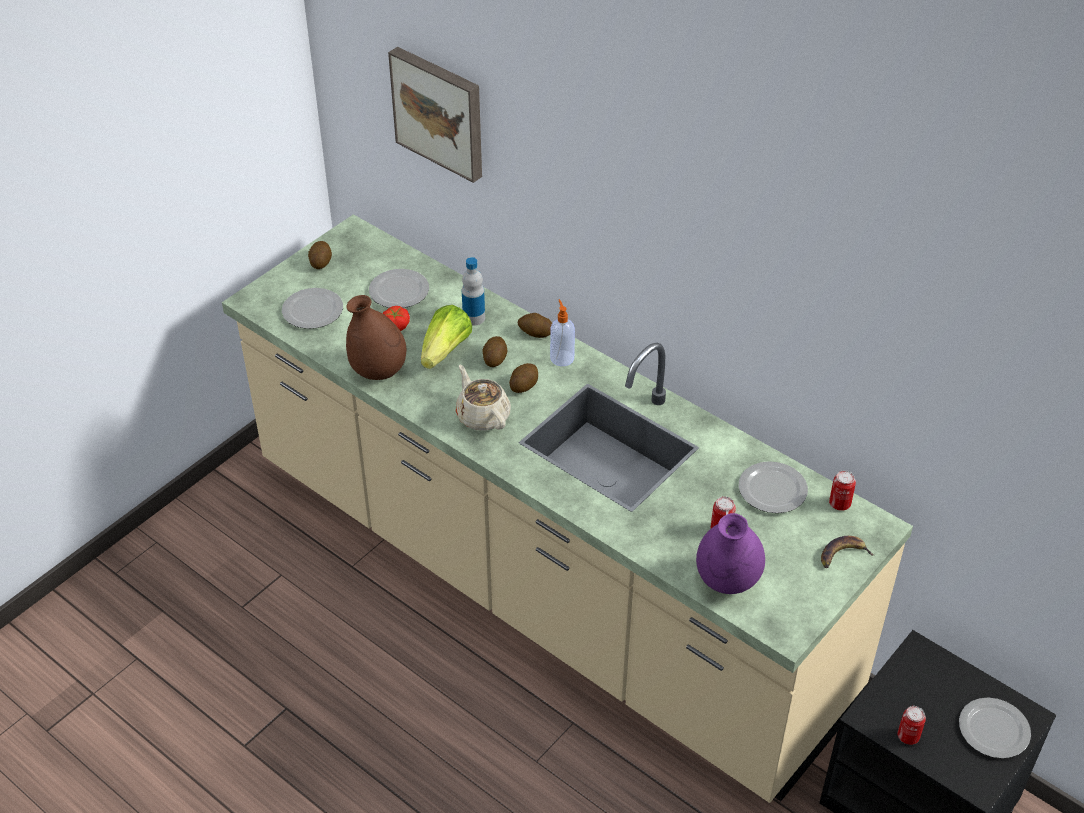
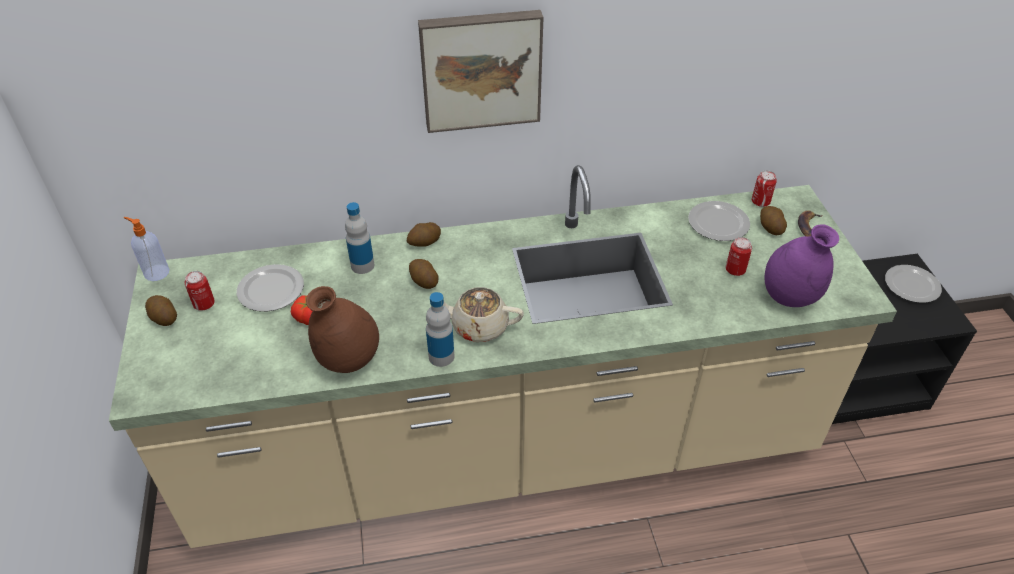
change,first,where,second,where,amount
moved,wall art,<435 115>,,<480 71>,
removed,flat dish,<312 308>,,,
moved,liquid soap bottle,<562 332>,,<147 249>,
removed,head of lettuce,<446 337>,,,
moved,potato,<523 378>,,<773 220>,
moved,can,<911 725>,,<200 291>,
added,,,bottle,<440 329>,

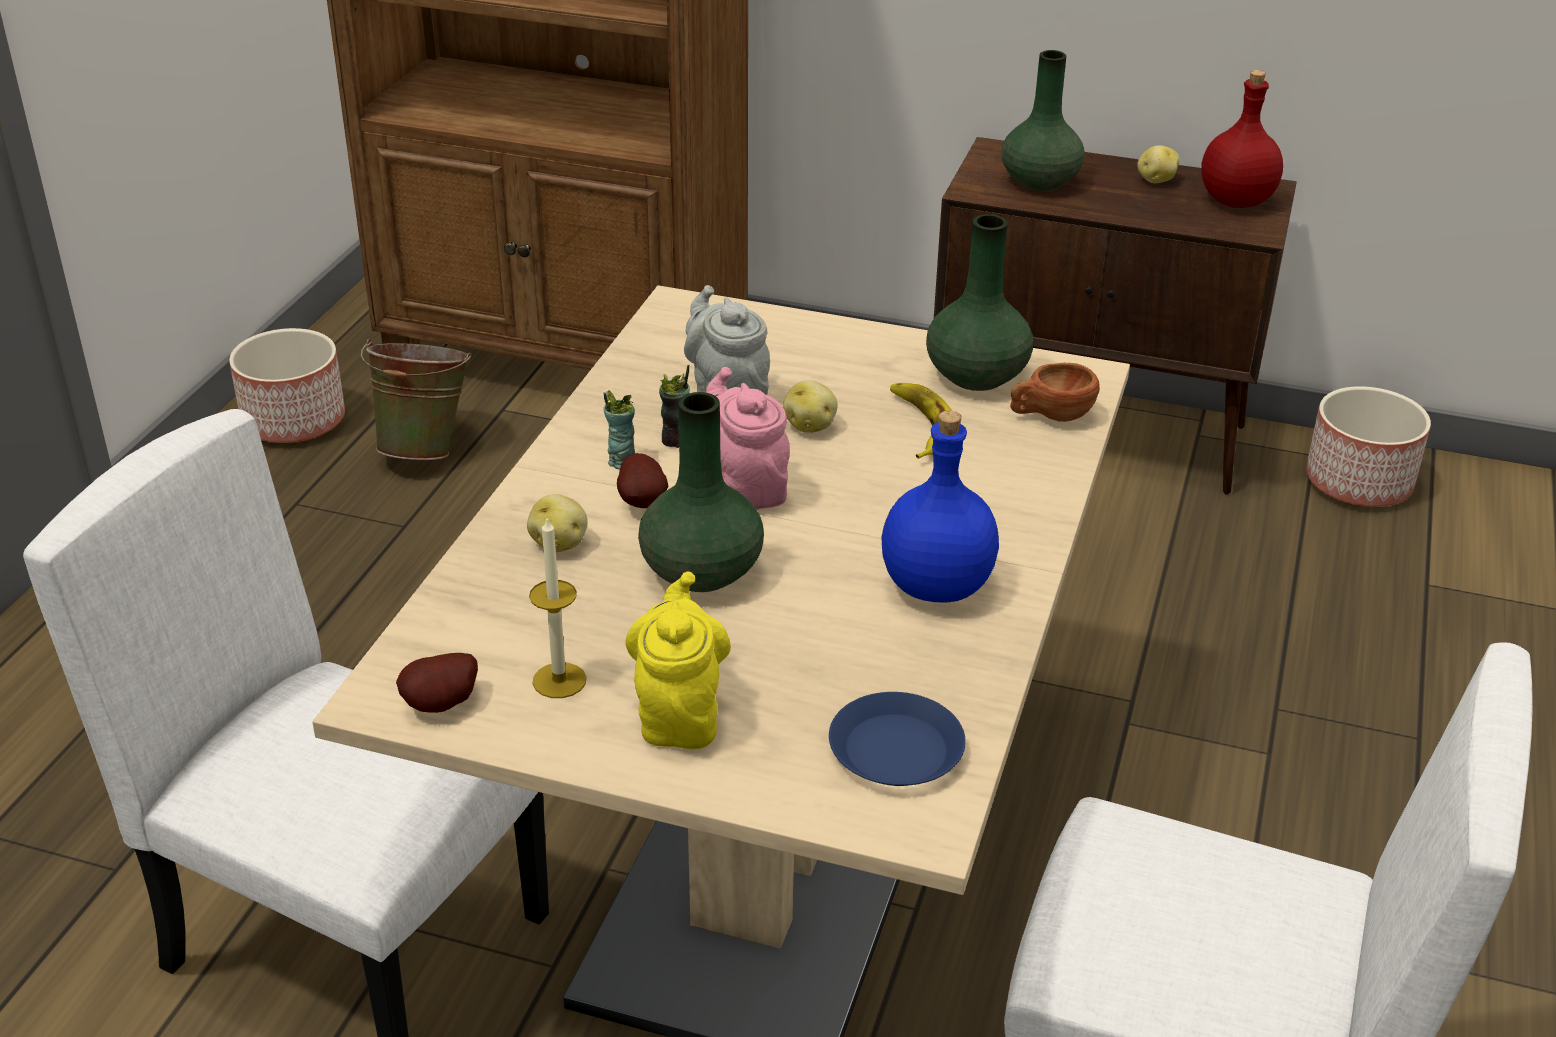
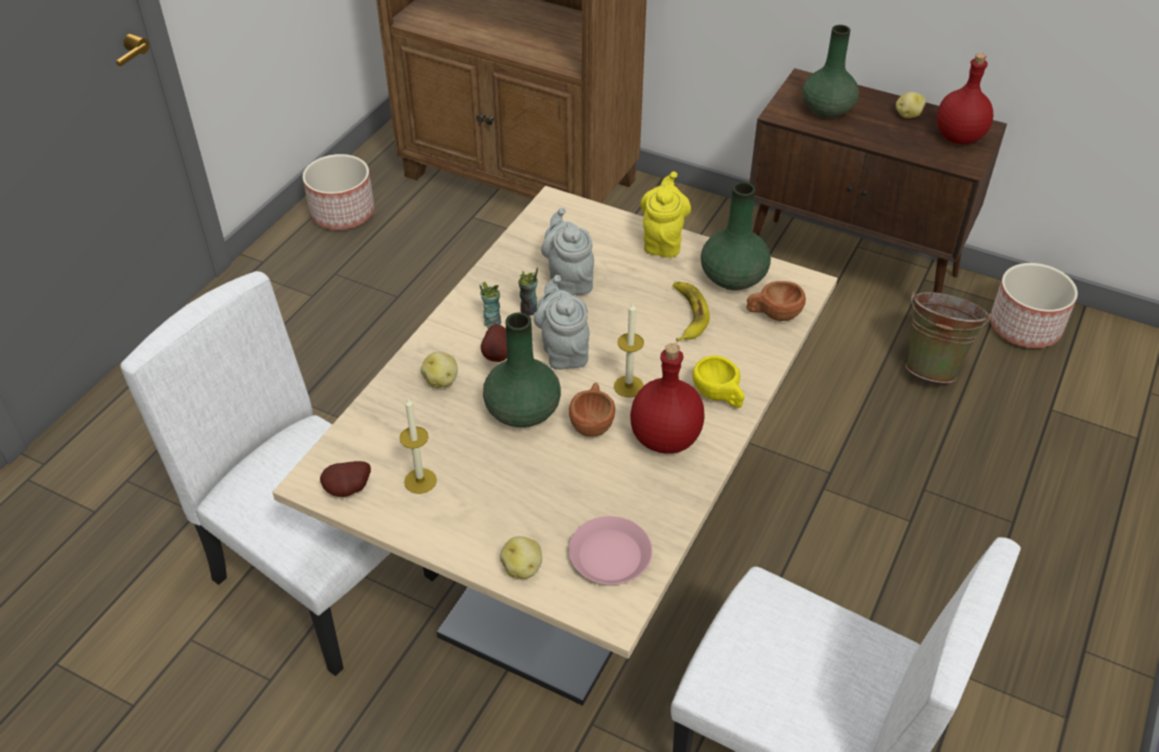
change,first,where,second,where,amount
moved,green-coloured bucket,<416 399>,,<949 337>,
recoloured,pink-coloured tea pot,<748 438>,greyish tea pot,<562 322>,
moved,potato,<810 406>,,<521 557>,
recoloured,blue-coloured bottle,<940 506>,red-coloured bottle,<667 398>,
moved,yellow tea pot,<678 660>,,<665 214>,
recoloured,blue-coloured flat dish,<897 739>,pink-coloured flat dish,<610 550>,
added,,,wax candle,<629 350>,
added,,,yellow cup,<718 381>,
added,,,brown cup,<592 409>,

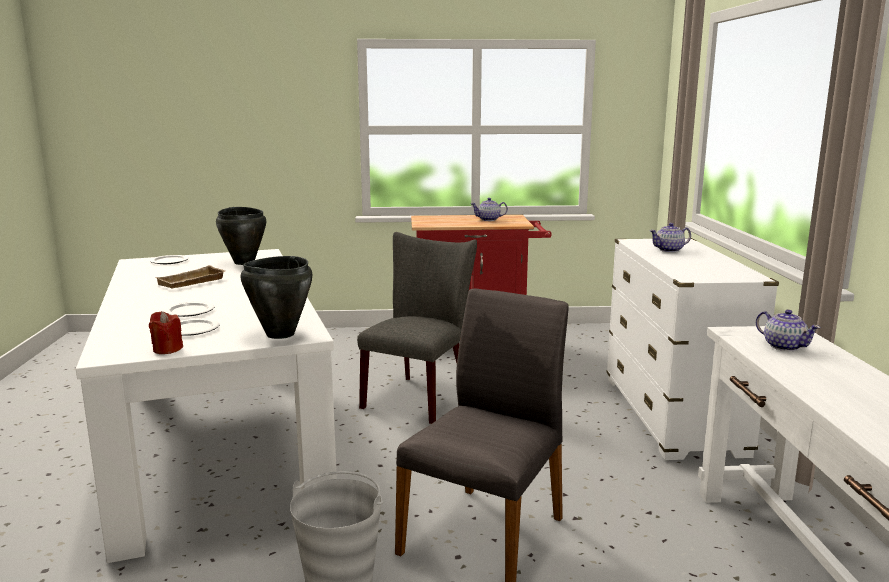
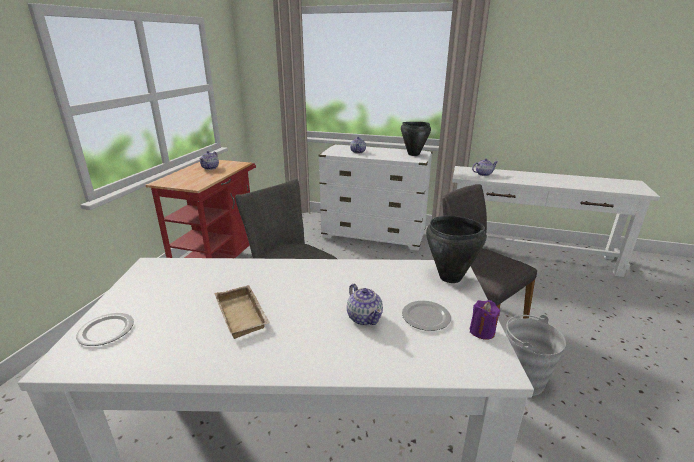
change,first,where,second,where,amount
moved,black stockpot,<241 236>,,<416 139>,
replaced,flat dish,<189 309>,tea pot,<365 305>,
recoloured,red-coloured wax candle,<166 332>,purple wax candle,<485 320>,

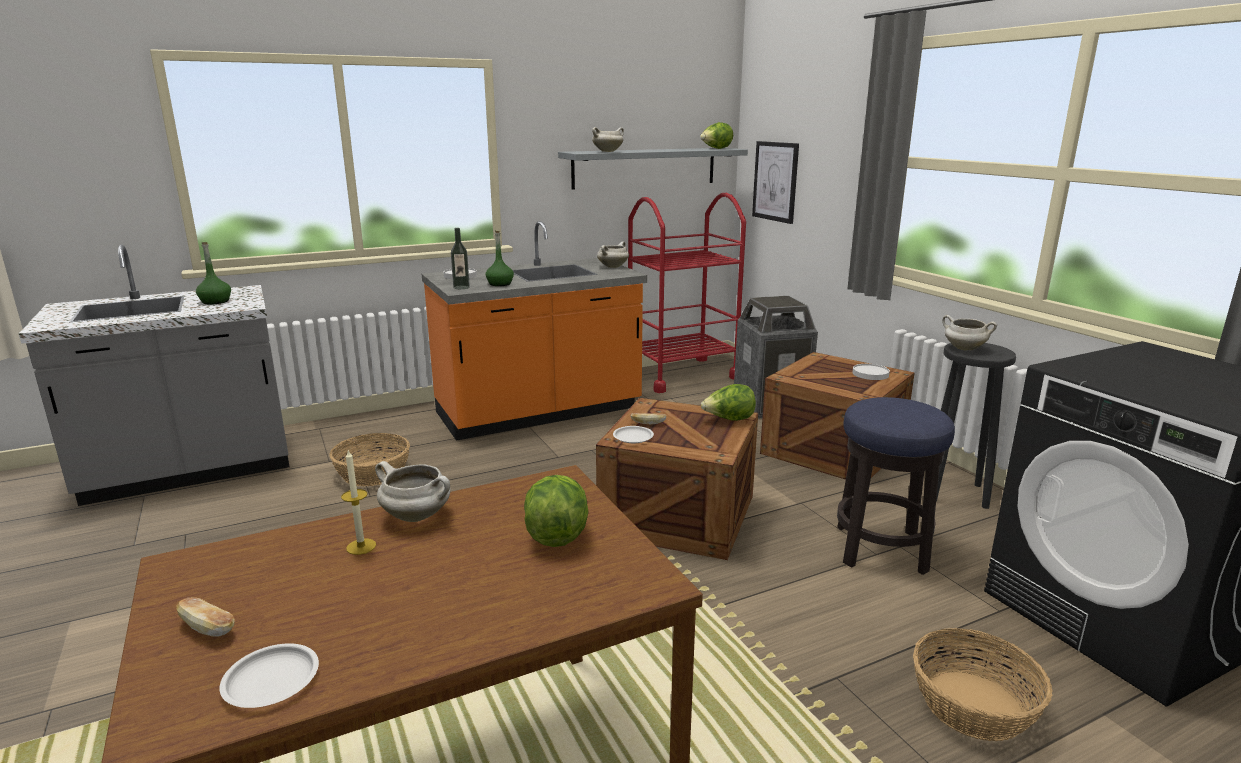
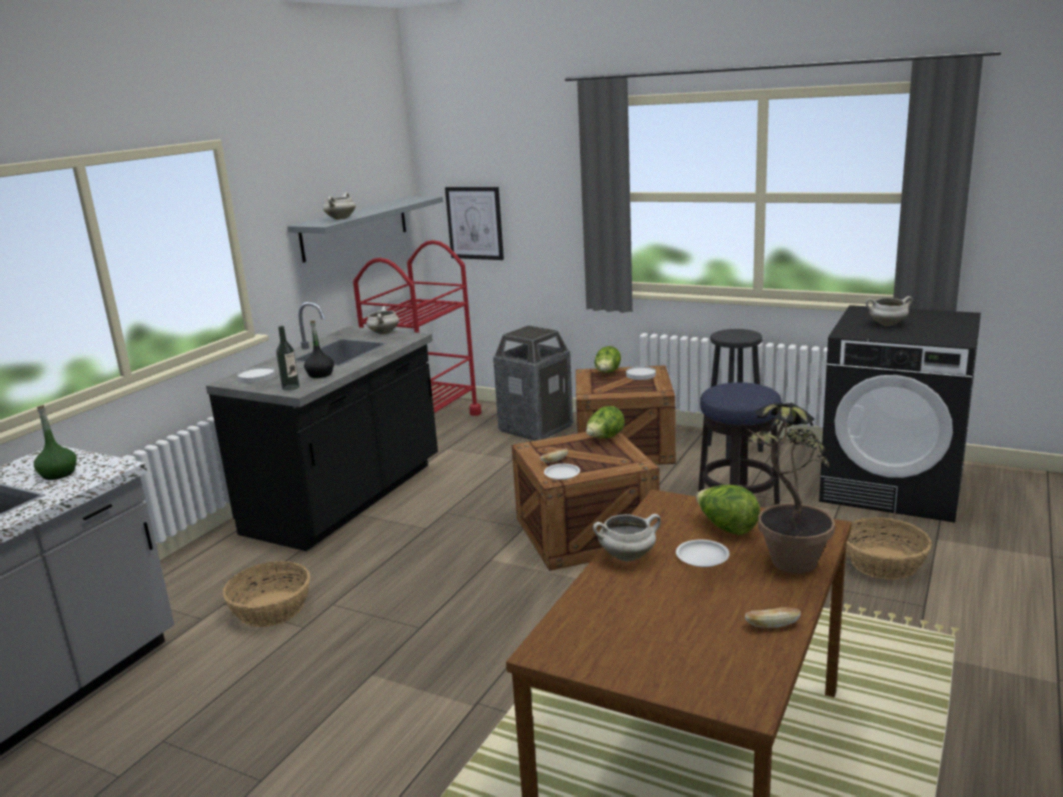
change,first,where,second,where,amount
moved,head of lettuce,<716 135>,,<608 359>,
recoloured,orange-coloured kitchen base unit,<534 331>,black kitchen base unit,<322 426>,
recoloured,green-coloured bottle,<499 258>,black bottle,<319 349>,
moved,white-coloured stockpot,<969 332>,,<889 311>,
removed,wax candle,<358 502>,,,
moved,bakery bread,<205 617>,,<773 617>,
moved,white-coloured flat dish,<269 675>,,<703 553>,
added,,,potted plant,<790 488>,

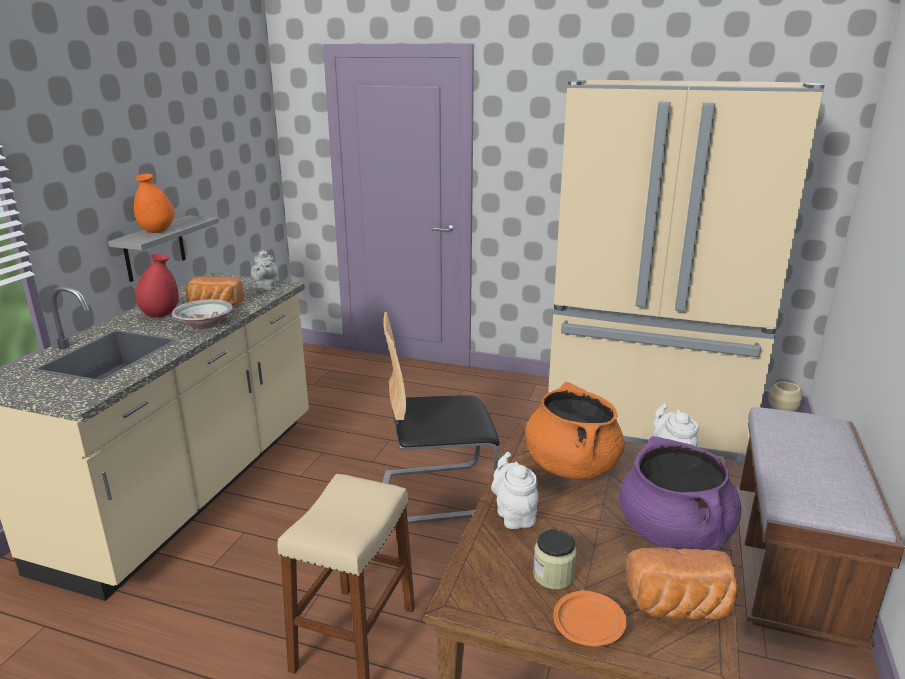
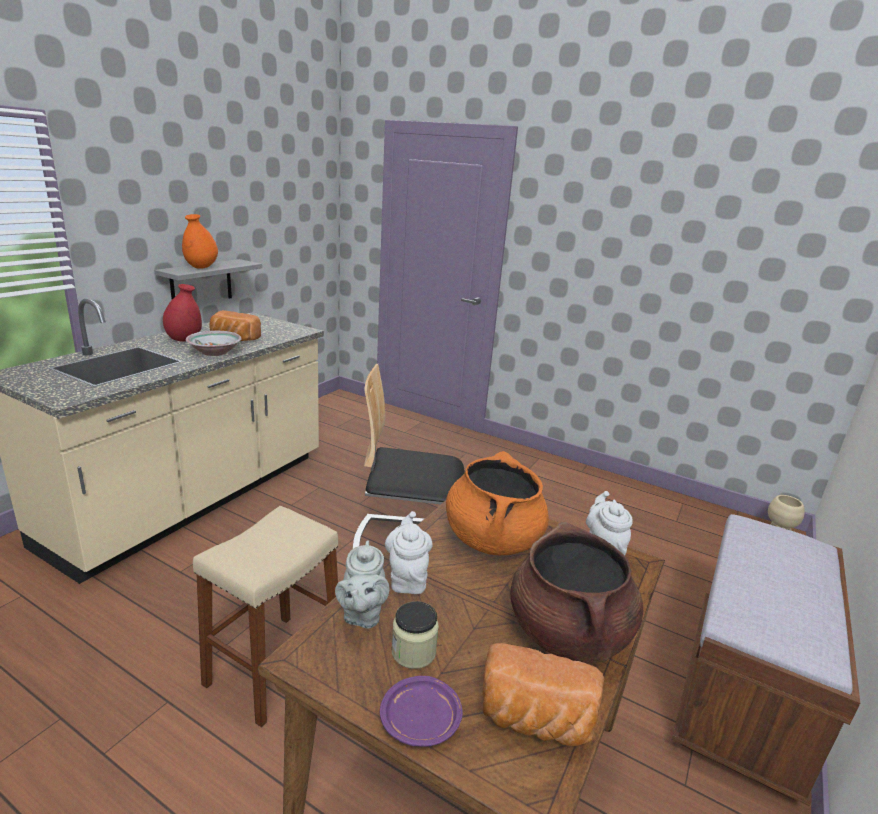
change,first,where,second,where,amount
removed,sand-coloured fridge,<686 273>,,,
moved,greyish tea pot,<264 270>,,<362 584>,
recoloured,purple stockpot,<680 493>,brown stockpot,<576 593>,
recoloured,orange-coloured flat dish,<590 618>,purple flat dish,<421 711>,

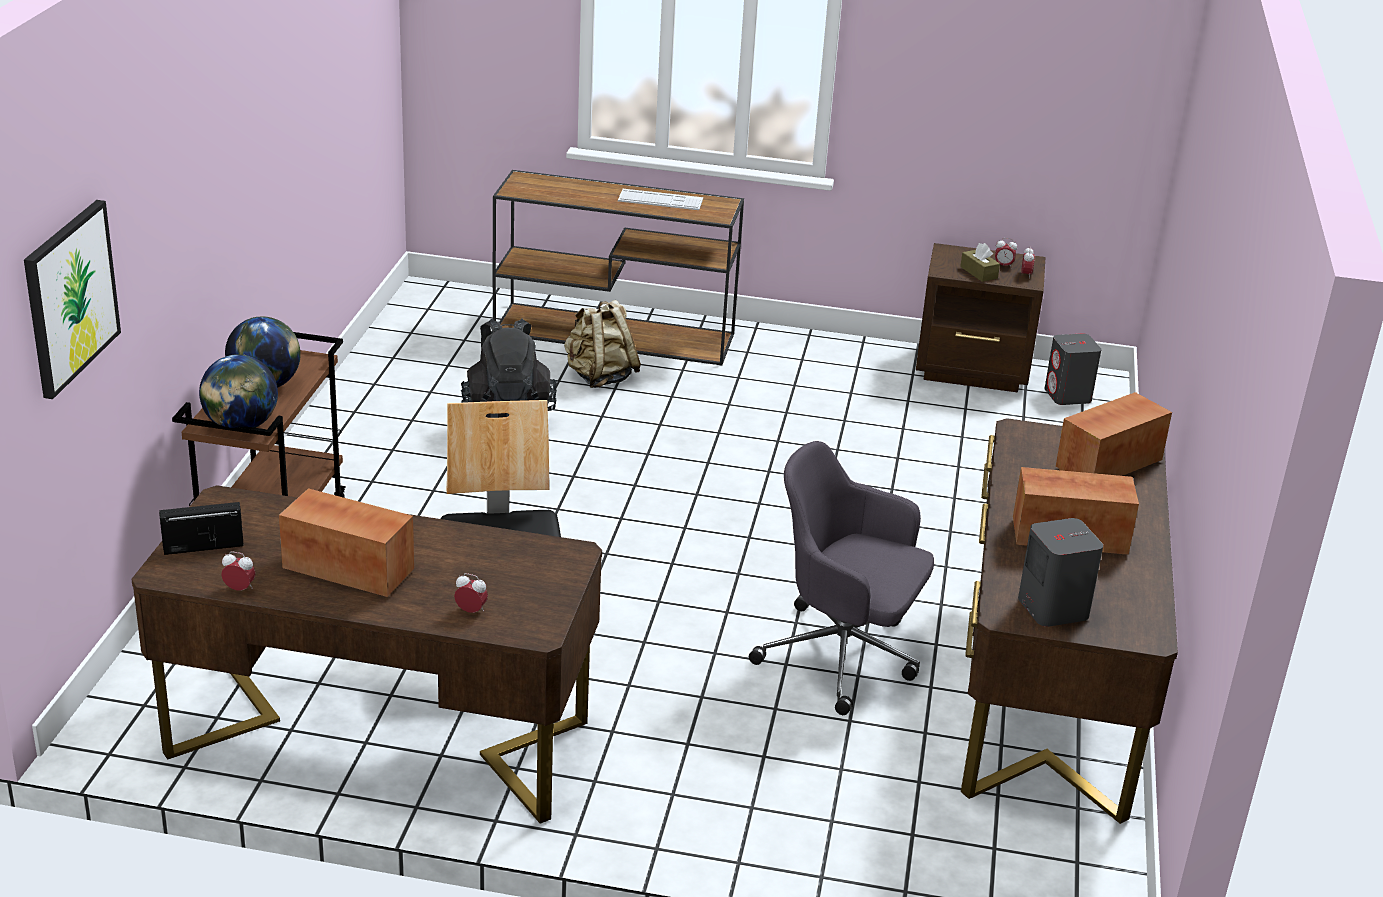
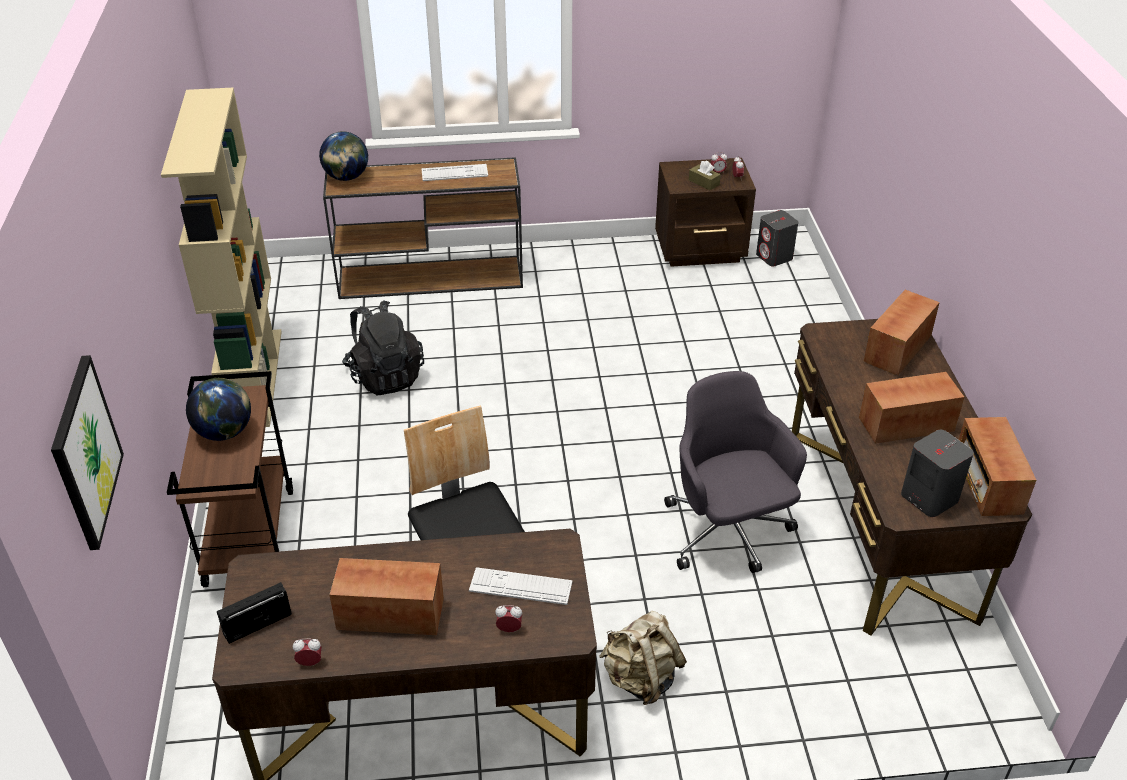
change,first,where,second,where,amount
moved,sand-coloured knapsack,<602 344>,,<643 658>,
moved,globe,<238 391>,,<343 156>,
turned,greyish office chair,<841 578>,,<735 472>,60 degrees clockwise
added,,,sand-coloured bookshelf,<221 257>,
added,,,radio set,<997 466>,
added,,,keyboard,<521 586>,

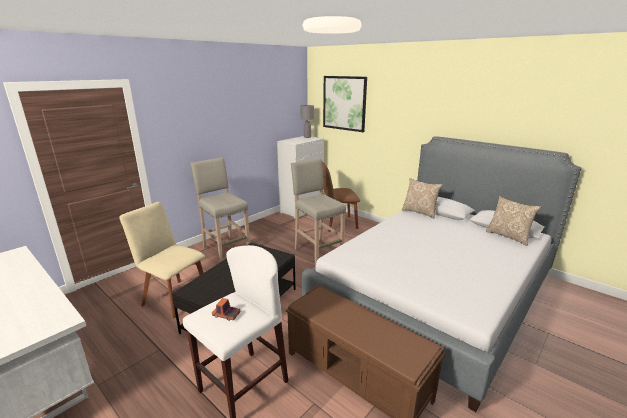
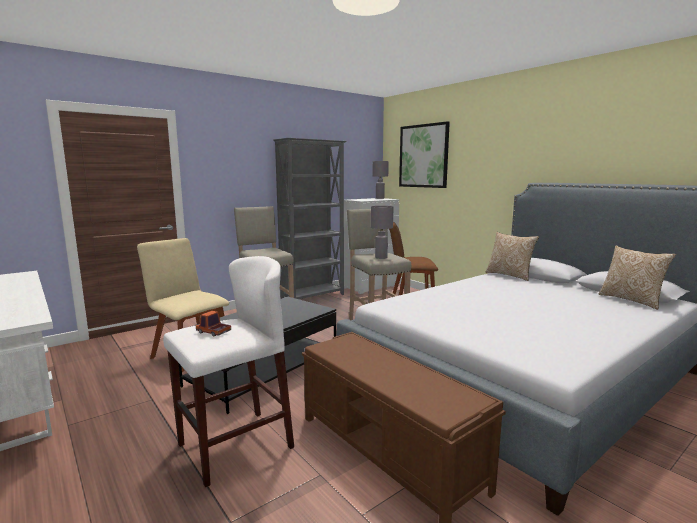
change,first,where,second,where,amount
added,,,greyish bookshelf,<310 218>,
added,,,greyish table lamp,<382 232>,

